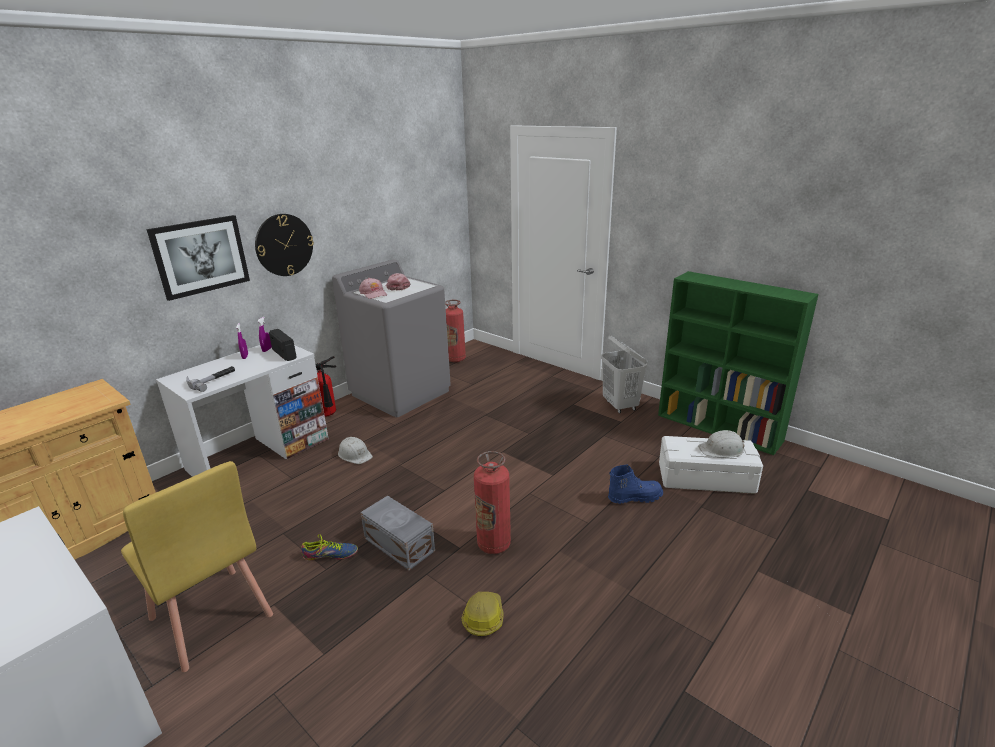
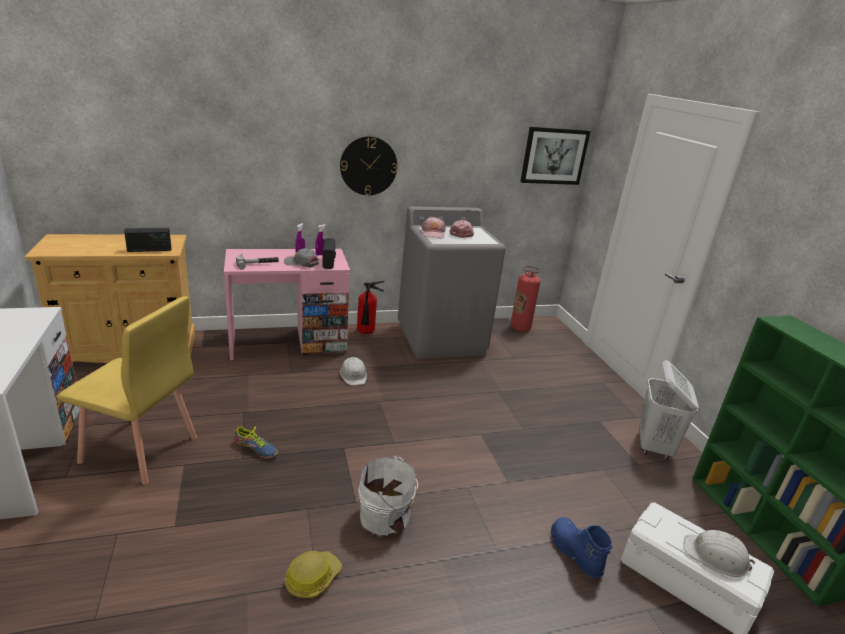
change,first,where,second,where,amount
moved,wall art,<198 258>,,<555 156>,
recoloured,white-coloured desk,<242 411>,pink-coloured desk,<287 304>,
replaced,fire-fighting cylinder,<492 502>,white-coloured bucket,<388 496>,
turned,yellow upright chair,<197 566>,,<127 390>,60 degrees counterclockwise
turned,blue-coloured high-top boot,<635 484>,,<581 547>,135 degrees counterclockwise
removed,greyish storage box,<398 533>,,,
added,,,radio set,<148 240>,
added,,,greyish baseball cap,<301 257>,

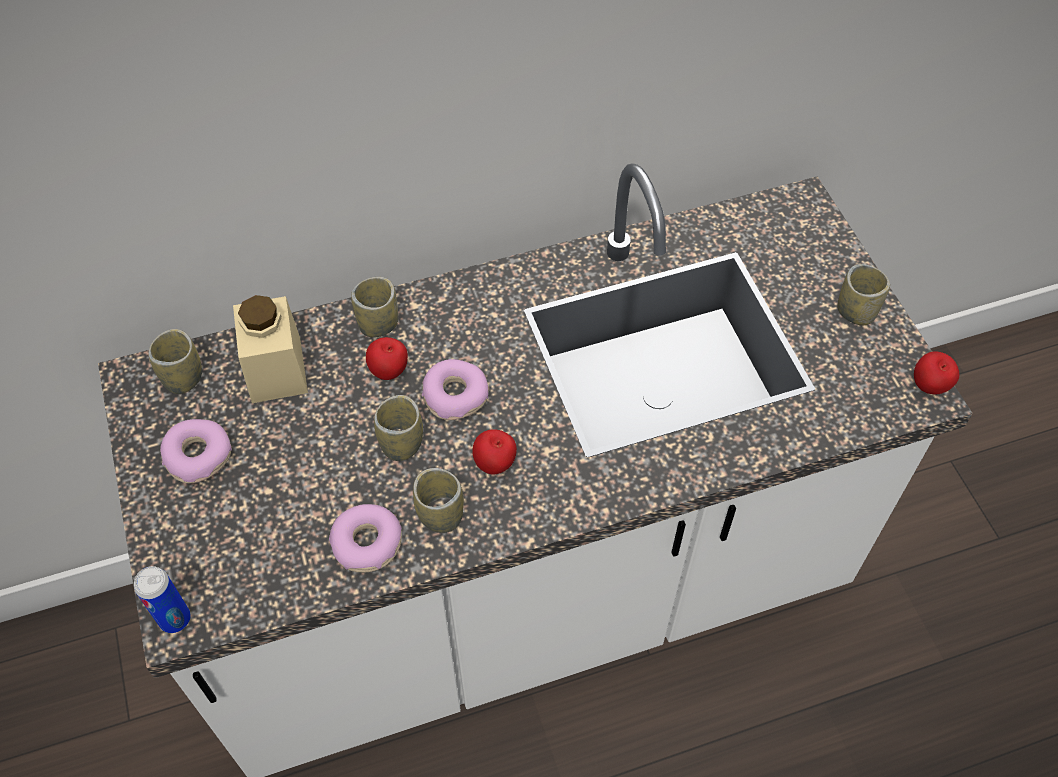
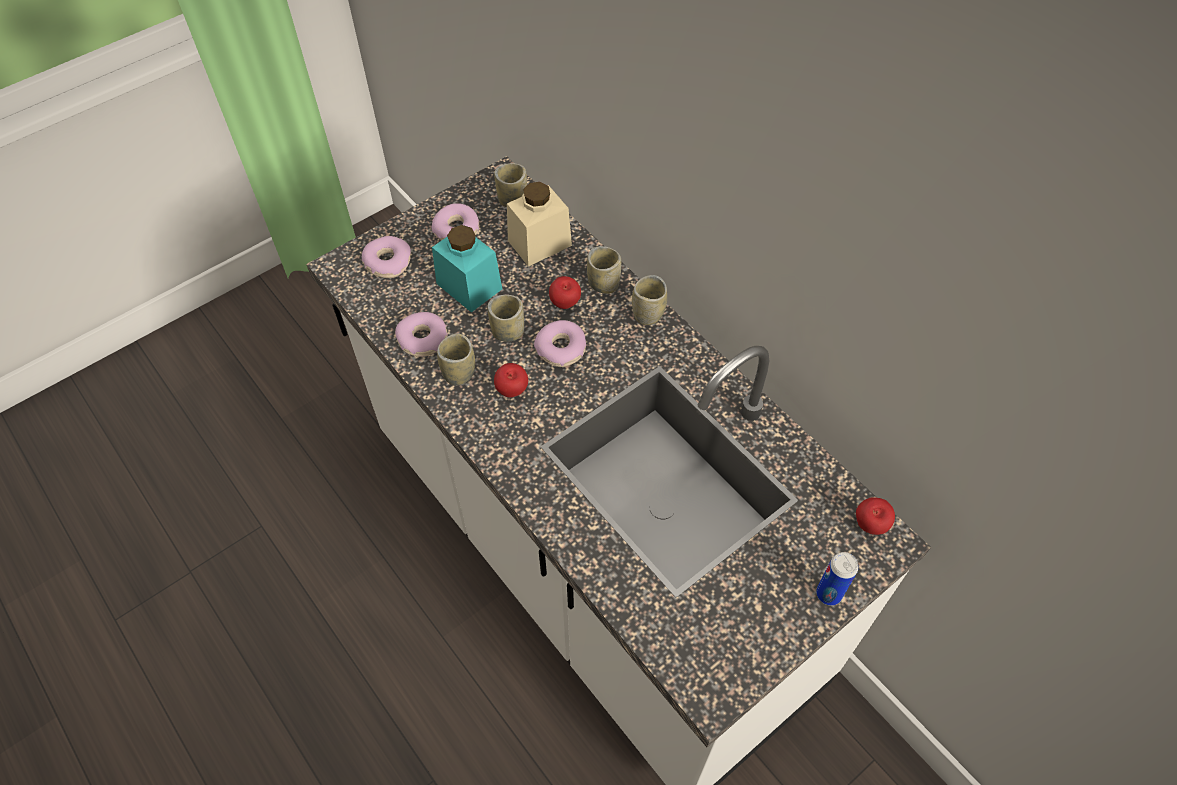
change,first,where,second,where,amount
moved,cup,<863 294>,,<649 300>,
moved,apple,<936 373>,,<875 516>,
moved,can,<162 599>,,<837 579>,
added,,,blue-green preserve jar,<467 268>,
added,,,ring doughnut,<386 257>,

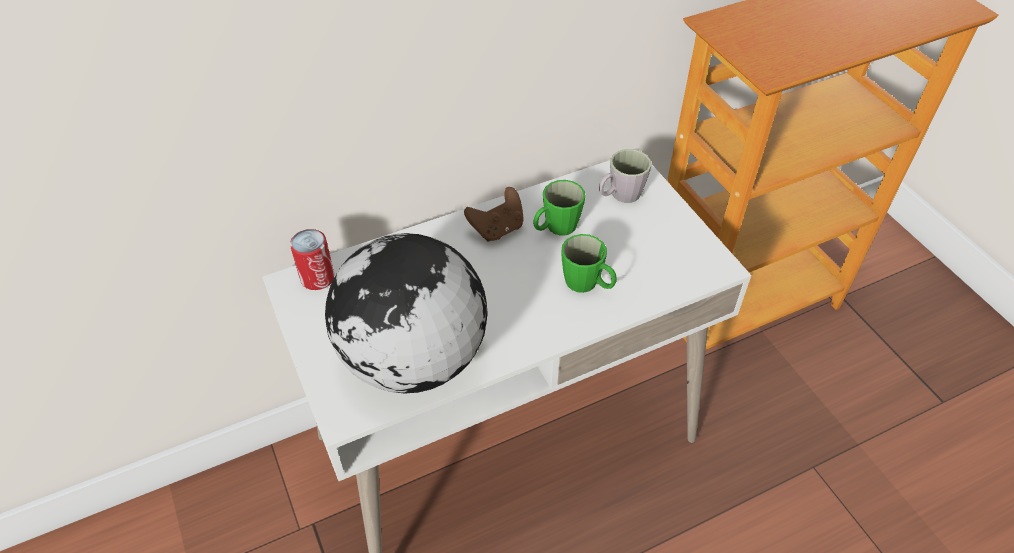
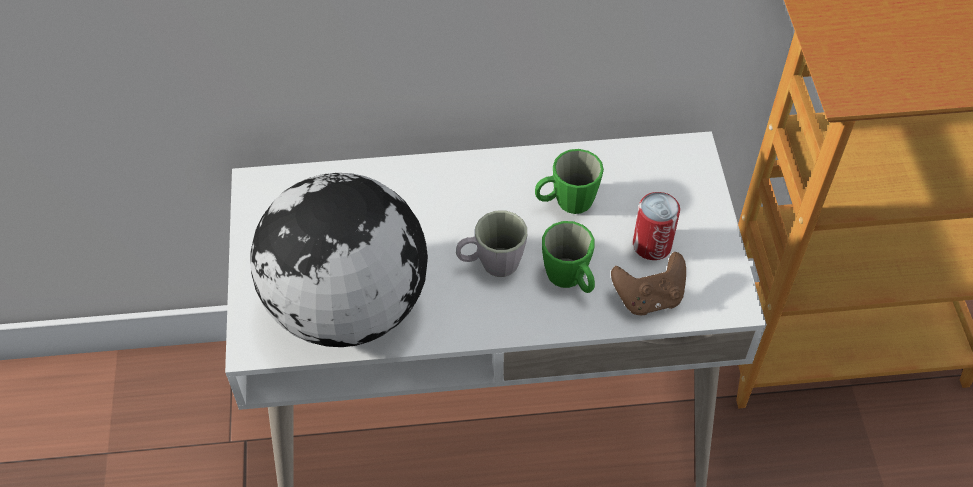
change,first,where,second,where,amount
moved,greyish tea mug,<625 176>,,<491 244>,
moved,brown gamepad,<494 214>,,<648 283>,
moved,can,<312 259>,,<656 226>,

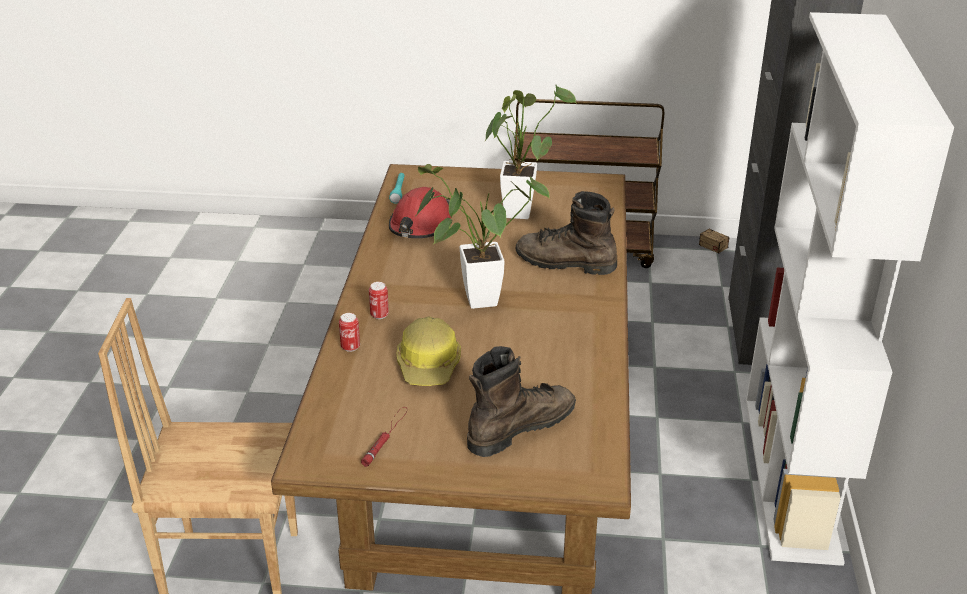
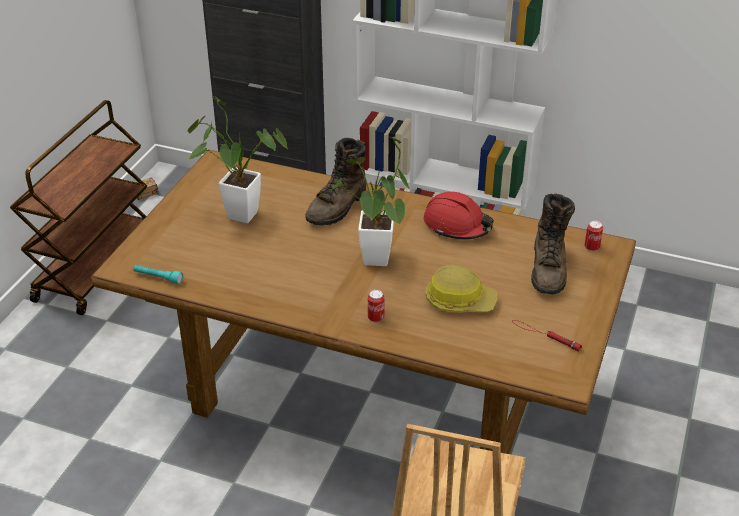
change,first,where,second,where,amount
moved,red-coloured work helmet,<420 212>,,<459 216>,
moved,can,<349 332>,,<593 236>,
turned,brown high-top boot,<521 401>,,<553 243>,150 degrees counterclockwise

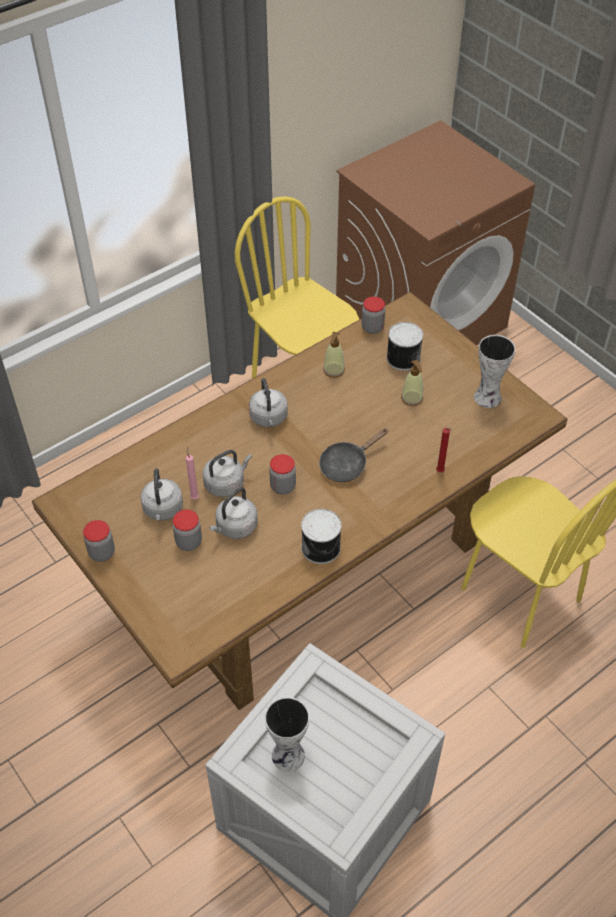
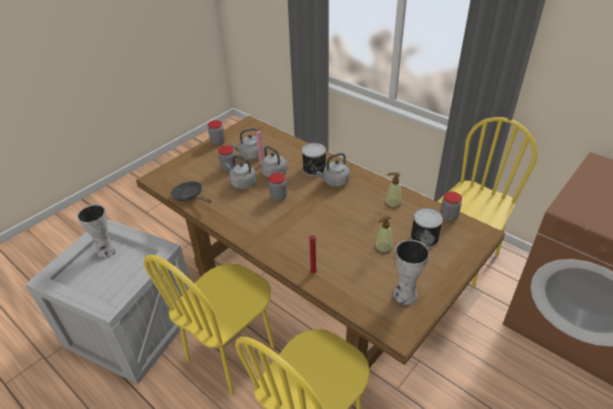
change,first,where,second,where,amount
moved,black frying pan,<354 455>,,<191 192>,
moved,can,<321 536>,,<314 159>,
added,,,yellow upright chair,<209 325>,

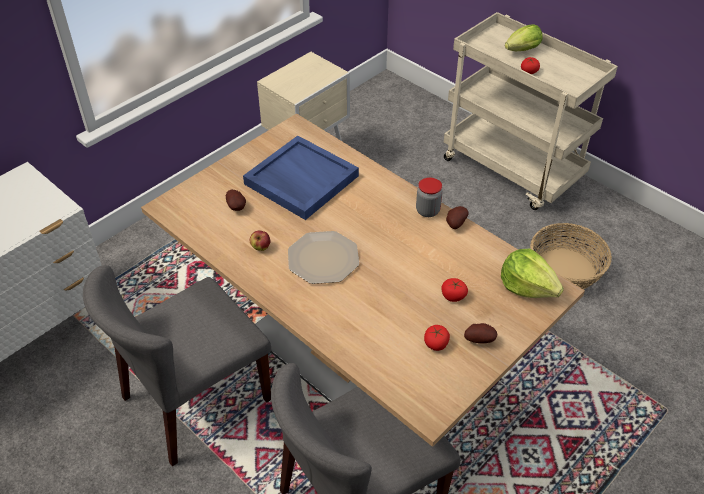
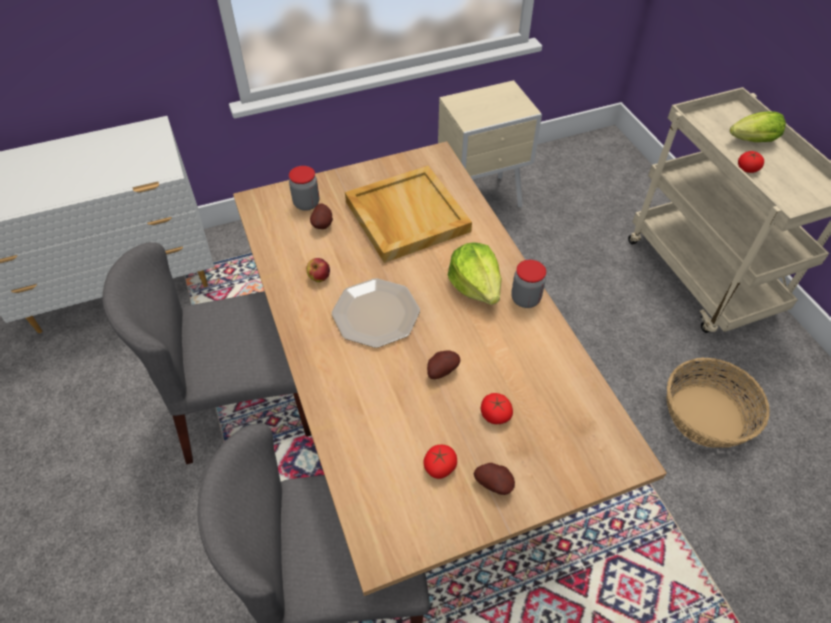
change,first,where,second,where,amount
recoloured,blue-coloured serving tray,<301 178>,sand-coloured serving tray,<408 214>,
moved,potato,<457 217>,,<443 364>,
moved,head of lettuce,<532 273>,,<475 273>,
added,,,preserve jar,<304 188>,

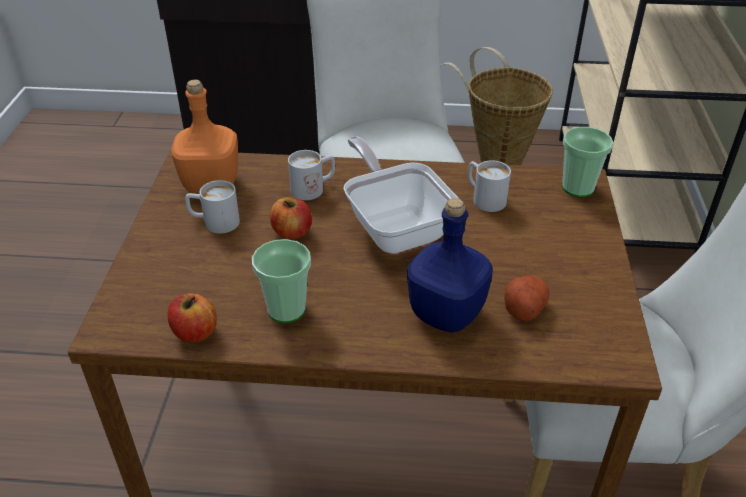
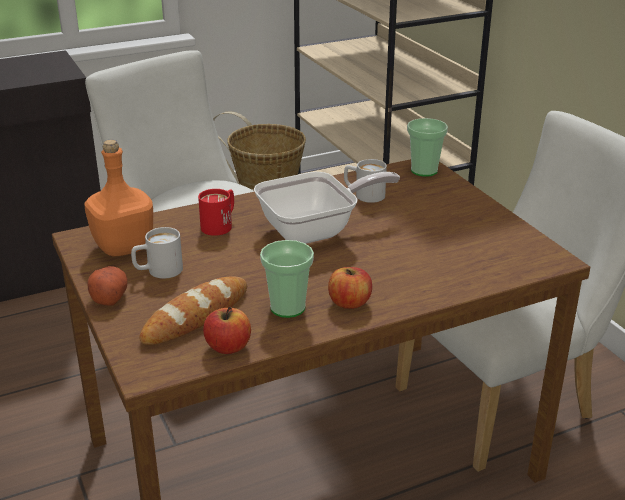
change,first,where,second,where,amount
turned,frying pan,<401 195>,,<327 208>,120 degrees clockwise
recoloured,white-coloured tea mug,<311 175>,red-coloured tea mug,<216 212>,
moved,apple,<291 218>,,<350 288>,
removed,blue-coloured bottle,<450 265>,,,
moved,potato,<527 298>,,<107 286>,
added,,,bakery bread,<193 310>,

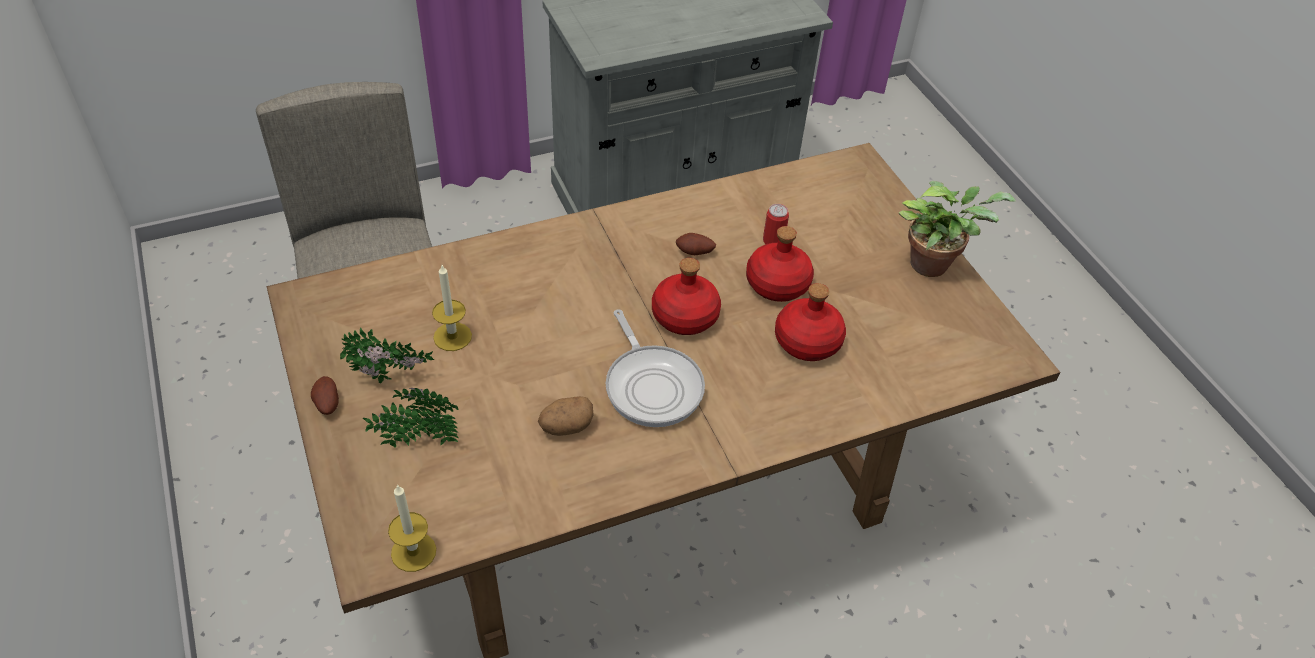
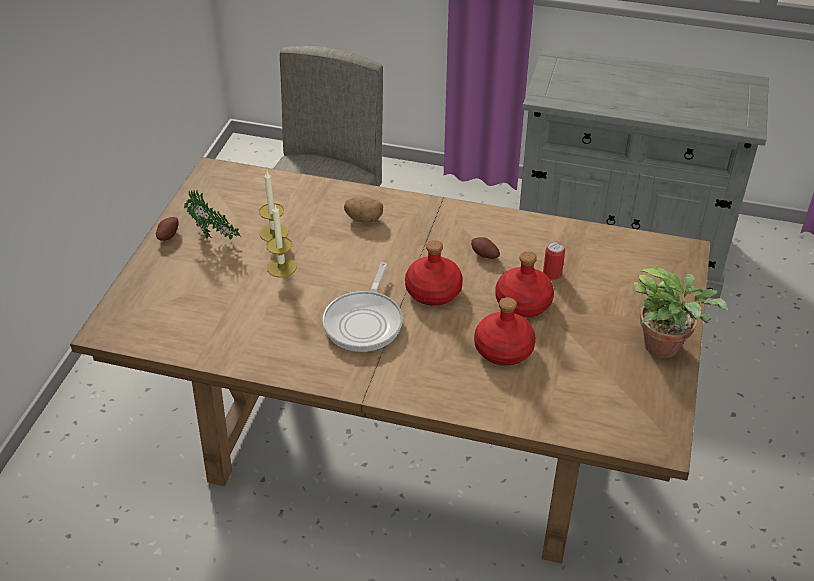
change,first,where,second,where,amount
removed,potted plant,<411 418>,,,
moved,potato,<566 416>,,<363 210>,
moved,wax candle,<412 528>,,<282 241>,

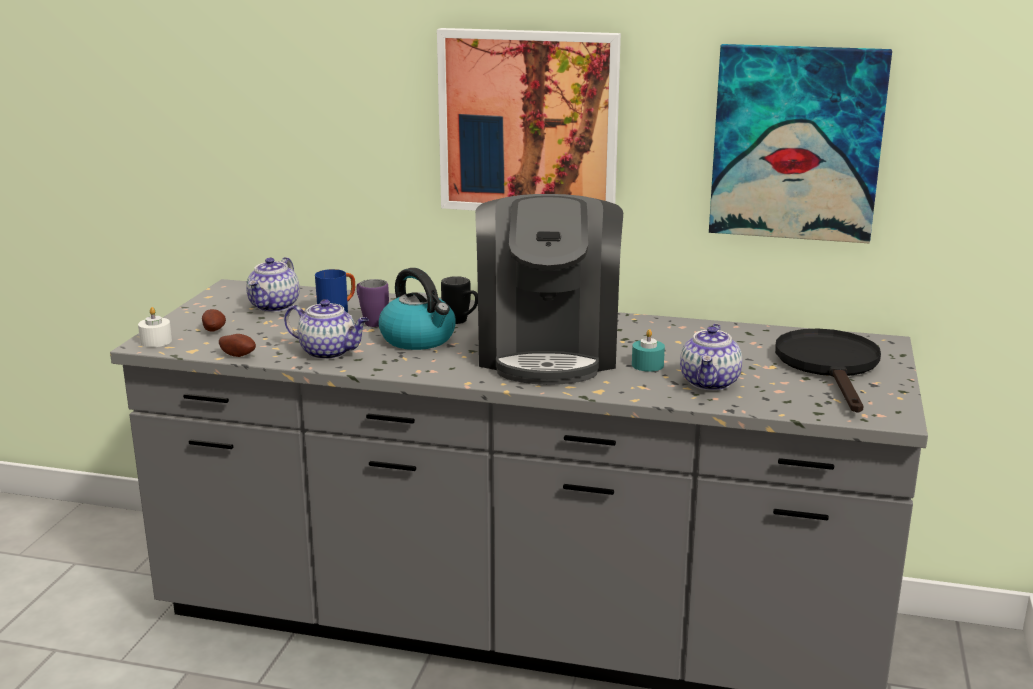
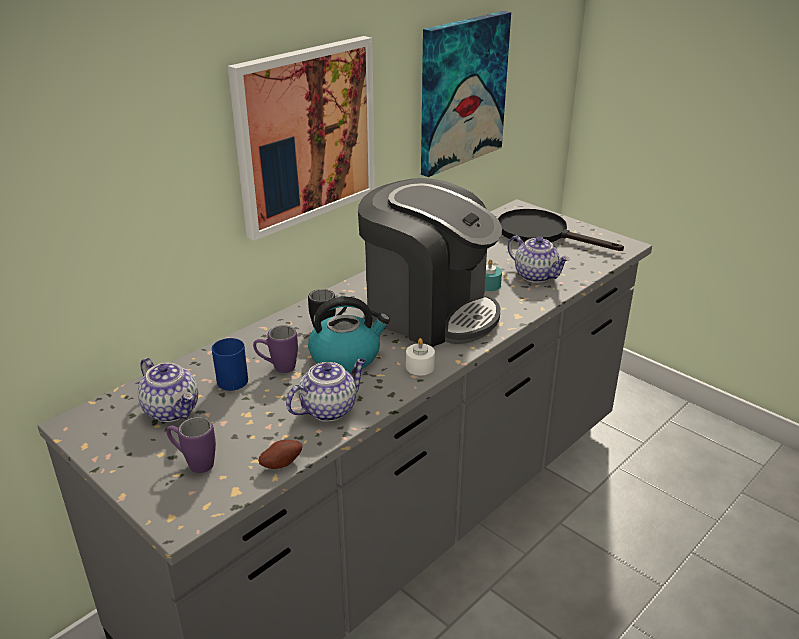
change,first,where,second,where,amount
moved,white-coloured wax candle,<155 327>,,<420 356>,
replaced,potato,<214 320>,purple tea mug,<191 445>,

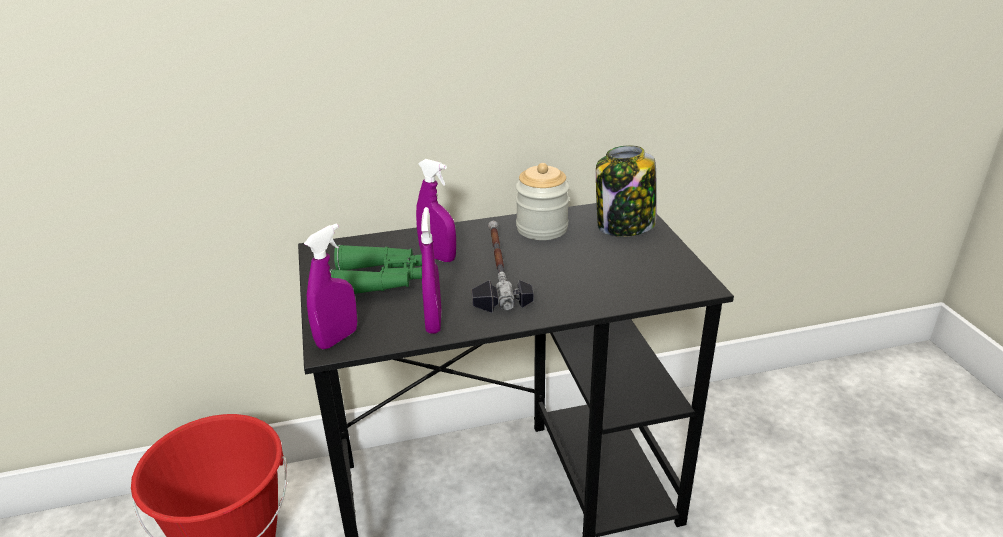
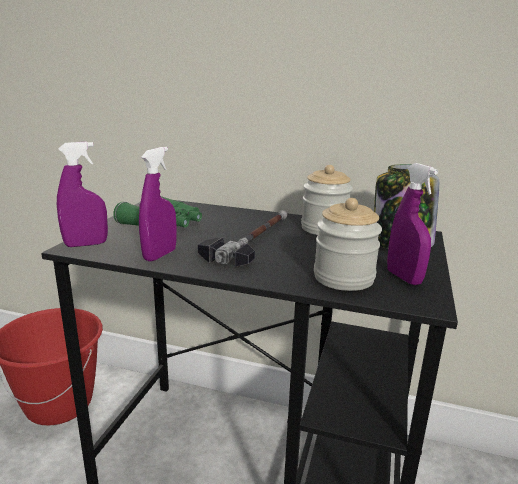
change,first,where,second,where,amount
moved,purple hand sprayer,<436 210>,,<412 224>,
added,,,preserve jar,<348 244>,

